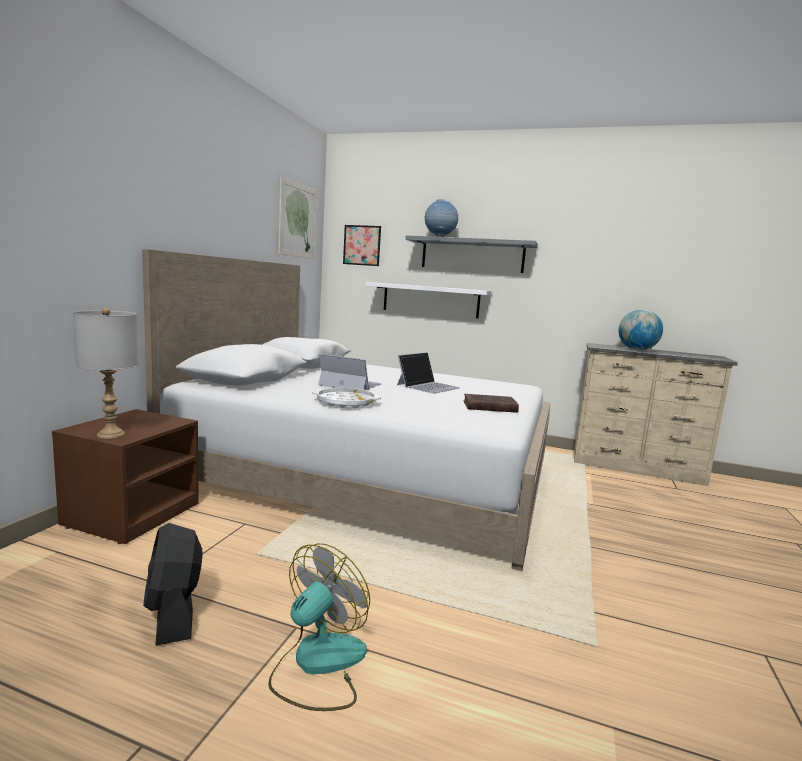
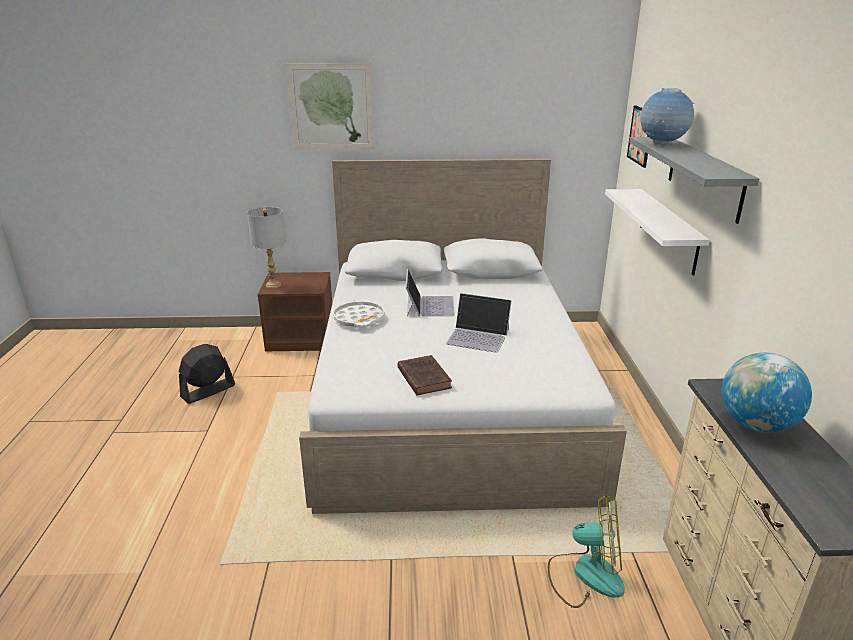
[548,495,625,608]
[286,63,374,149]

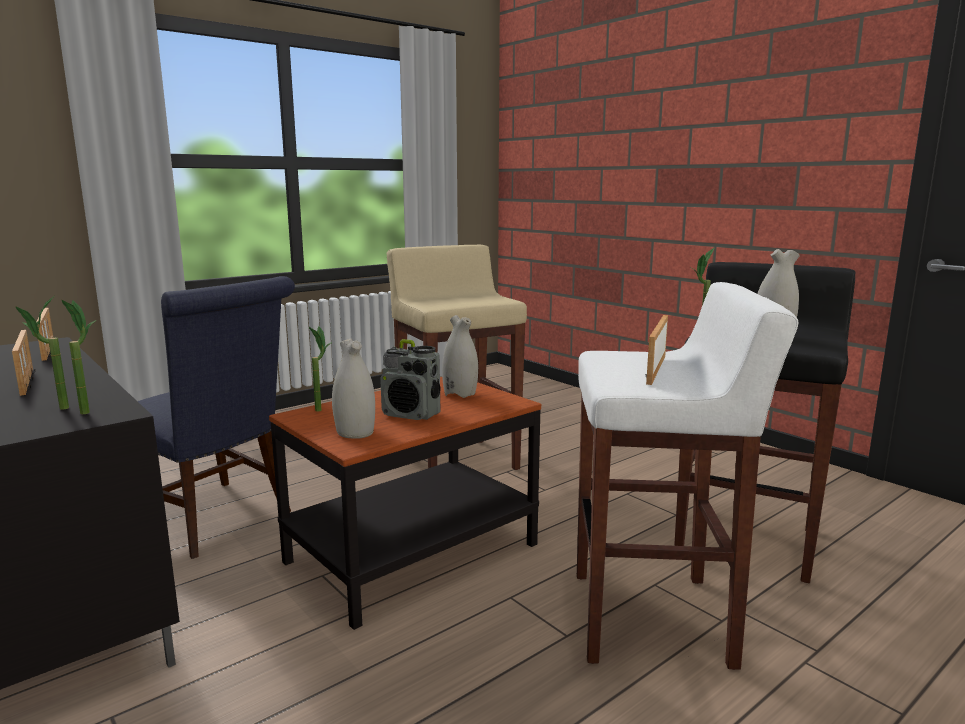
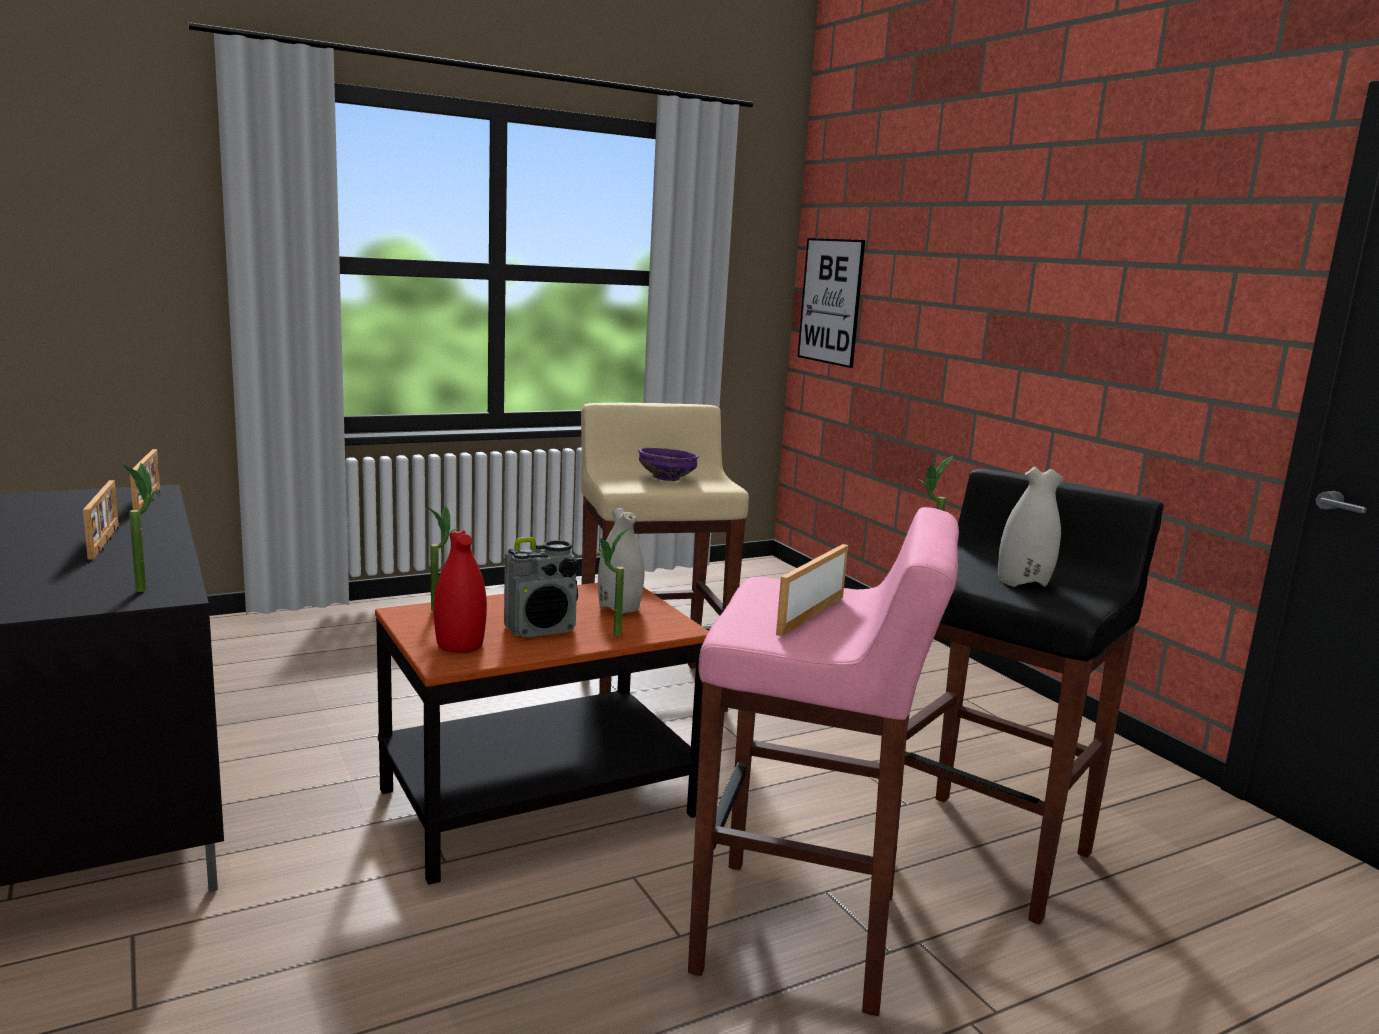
[138,276,295,559] (first image)
[639,448,699,481]
[798,238,865,368]
[597,528,629,636]
[433,530,487,653]
[688,507,959,1016]
[504,537,578,637]

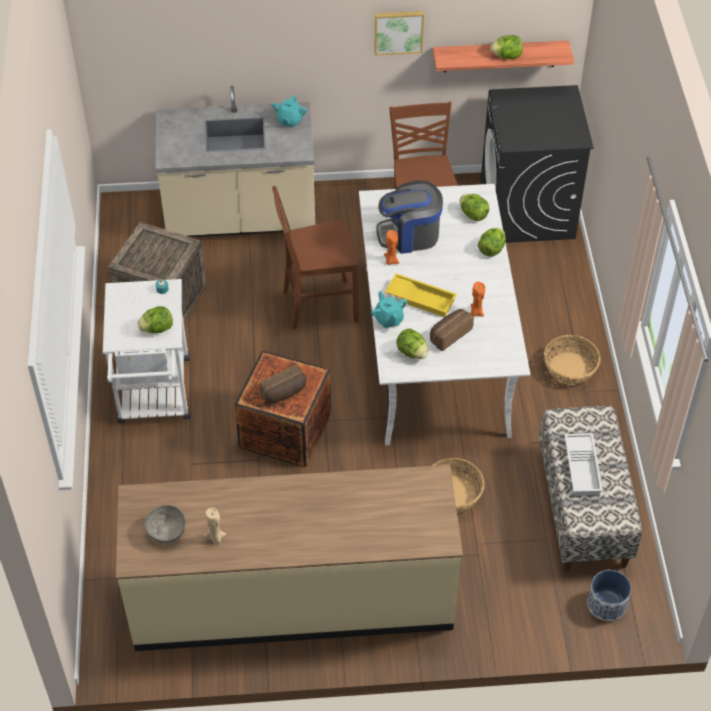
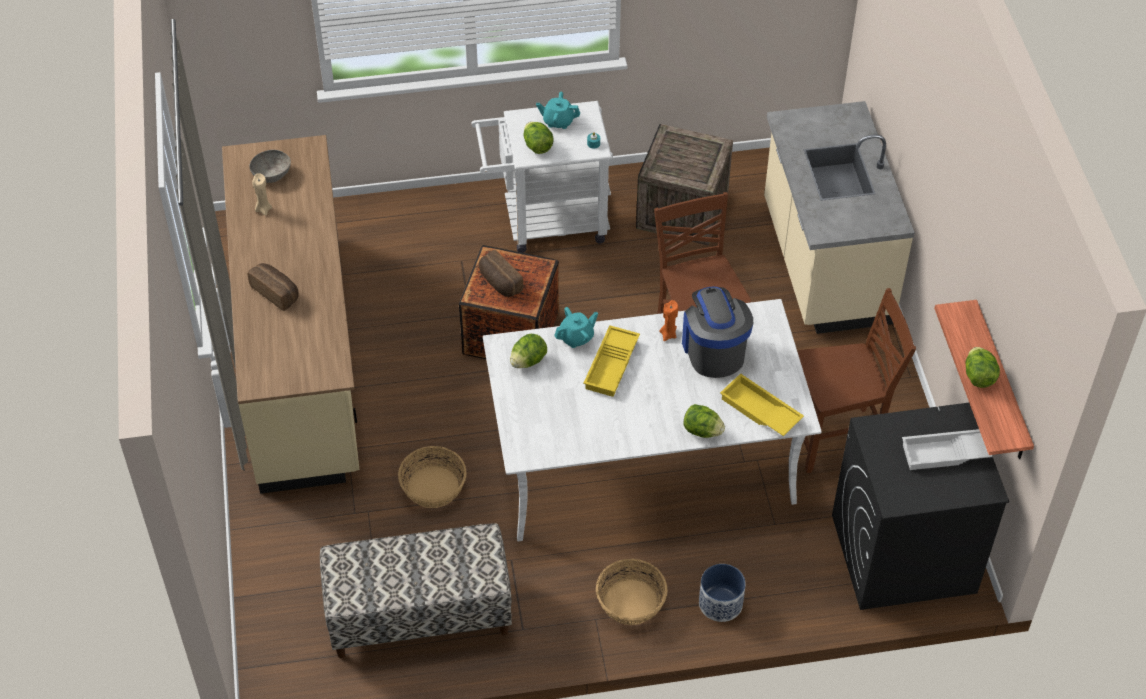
[374,11,424,56] (first image)
[470,282,485,317] (first image)
[536,92,580,129]
[248,263,299,311]
[902,429,993,470]
[699,564,746,622]
[720,373,804,436]

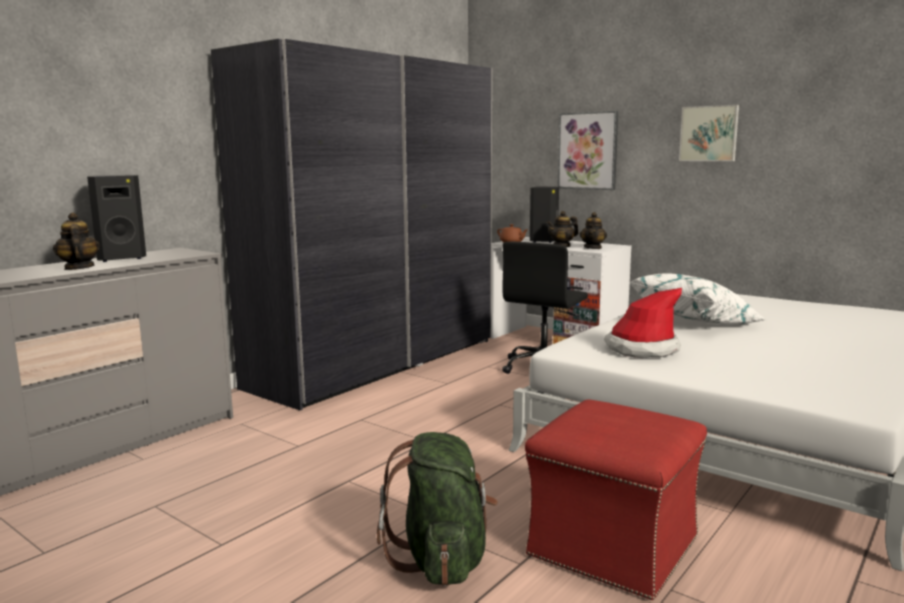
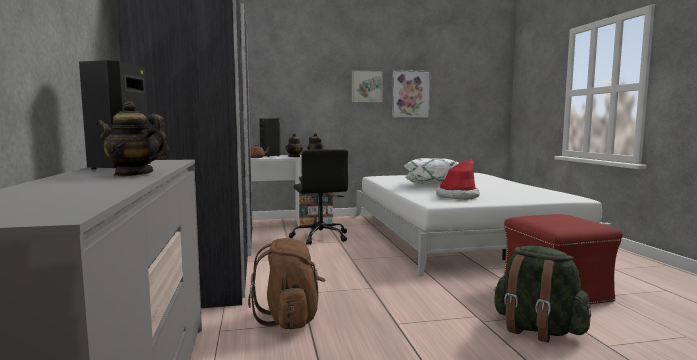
[248,238,325,330]
[392,70,431,118]

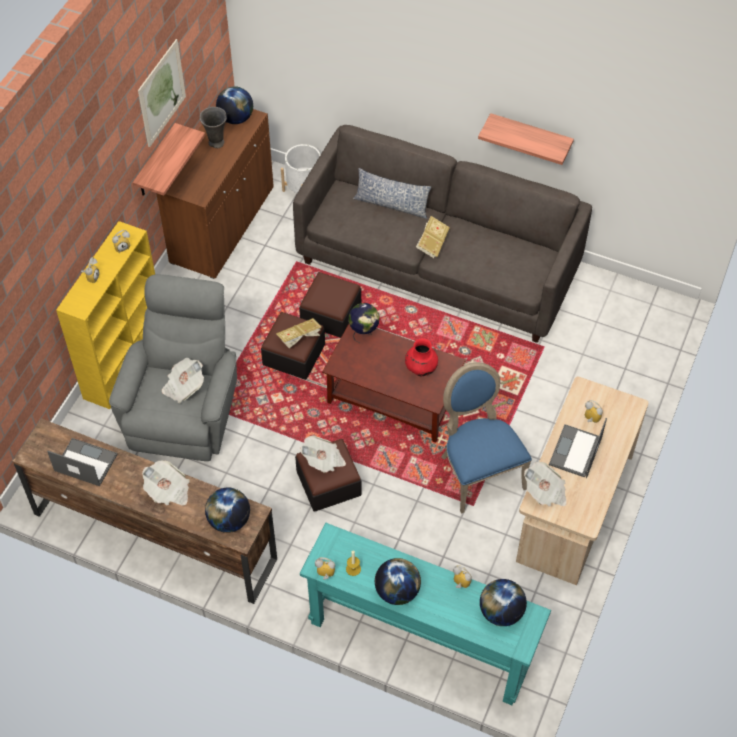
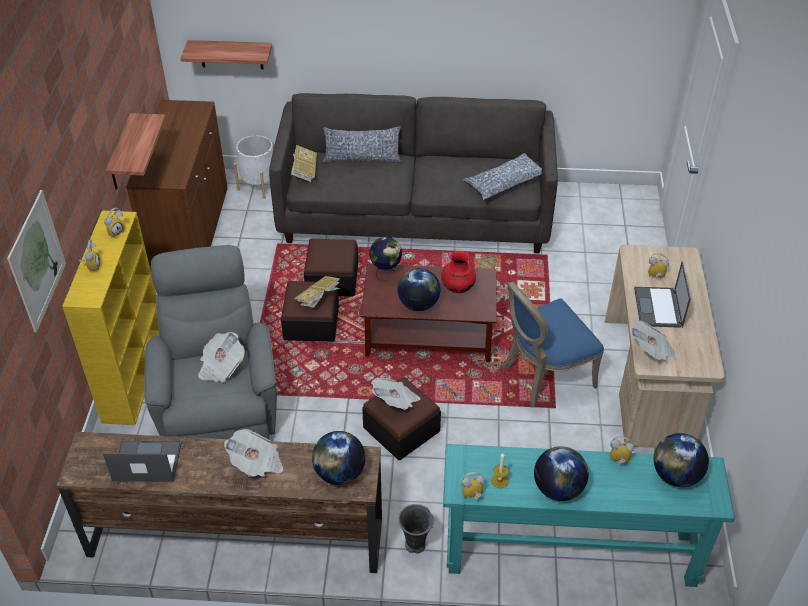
[463,153,542,201]
[7,190,66,333]
[398,504,434,554]
[397,268,440,311]
[291,145,317,182]
[181,40,272,69]
[502,281,604,407]

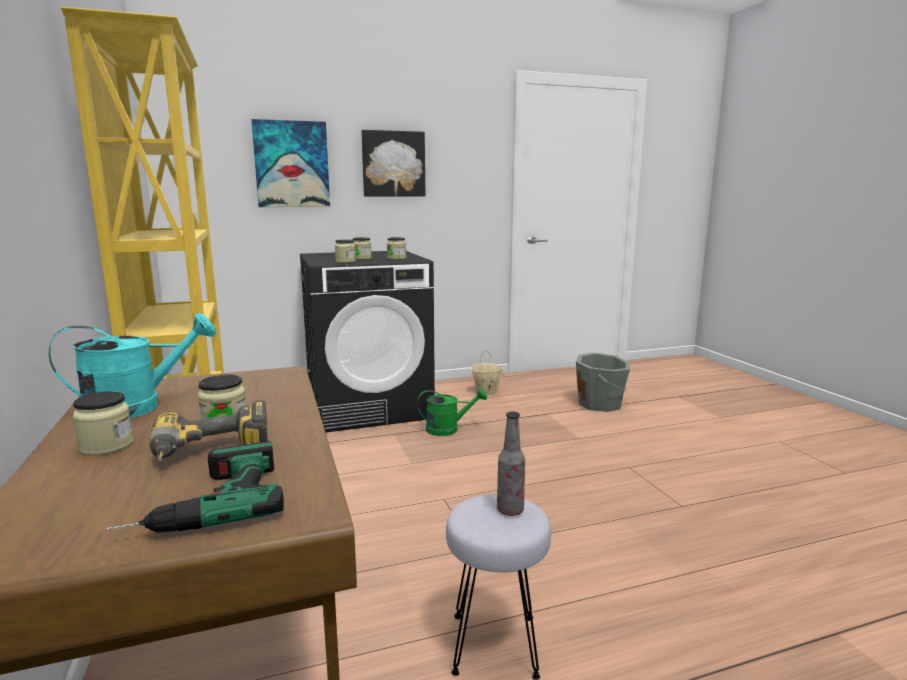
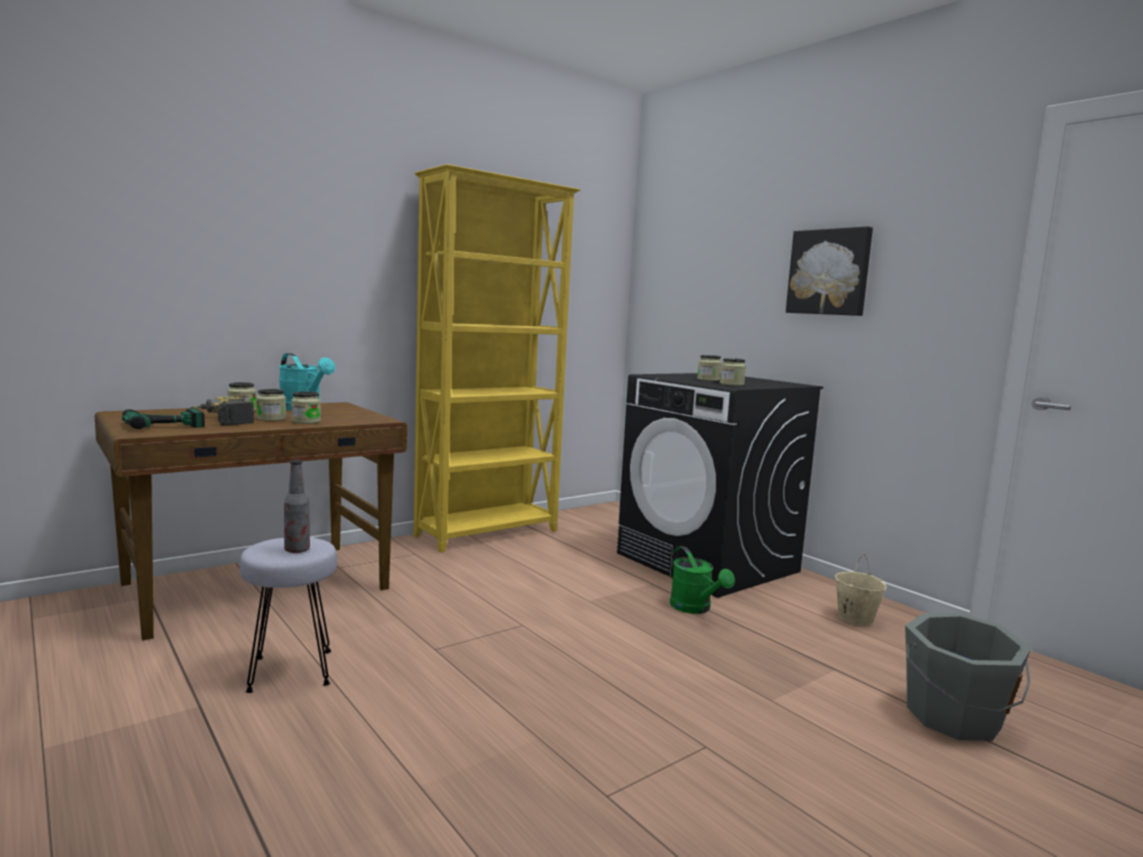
[251,119,330,207] (first image)
[291,391,321,424]

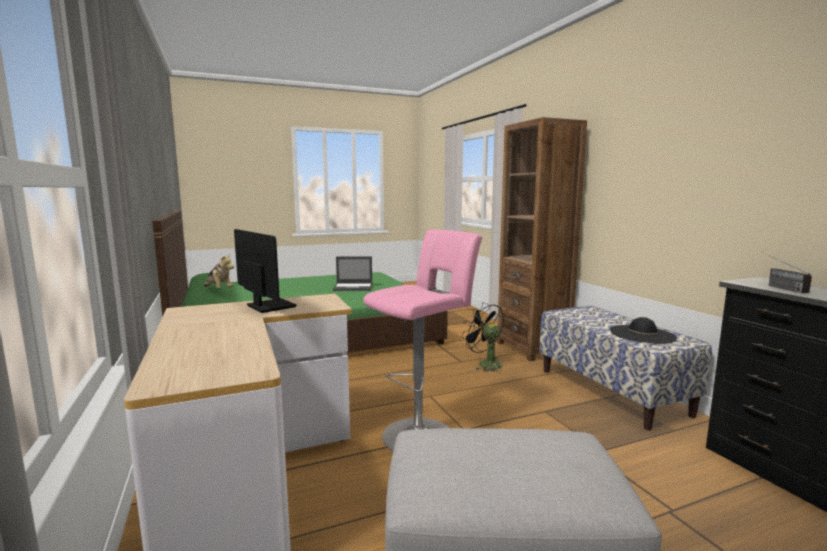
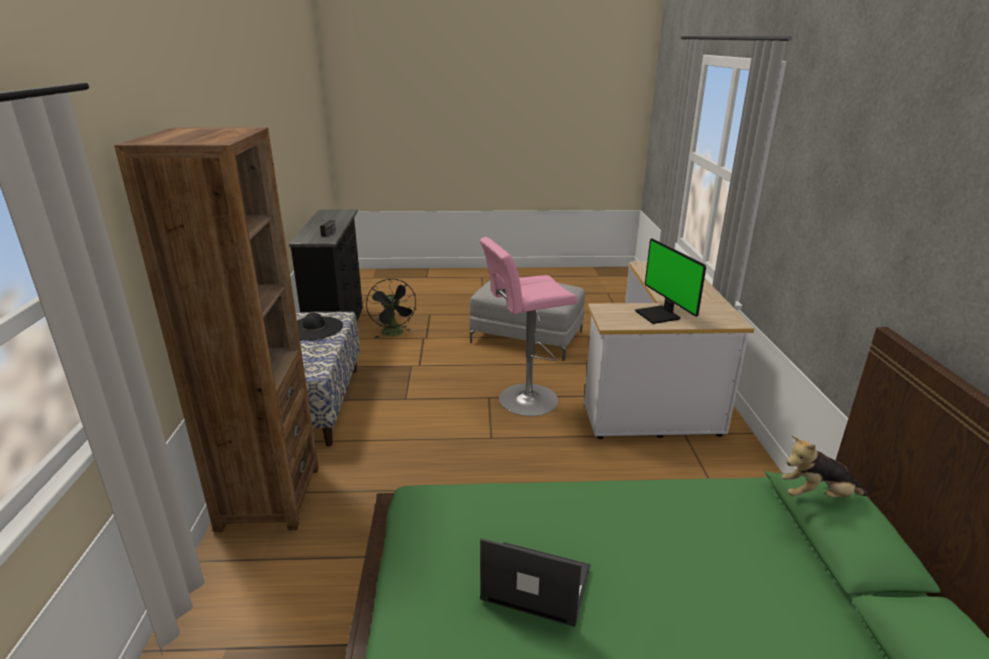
[366,279,417,338]
[782,436,868,497]

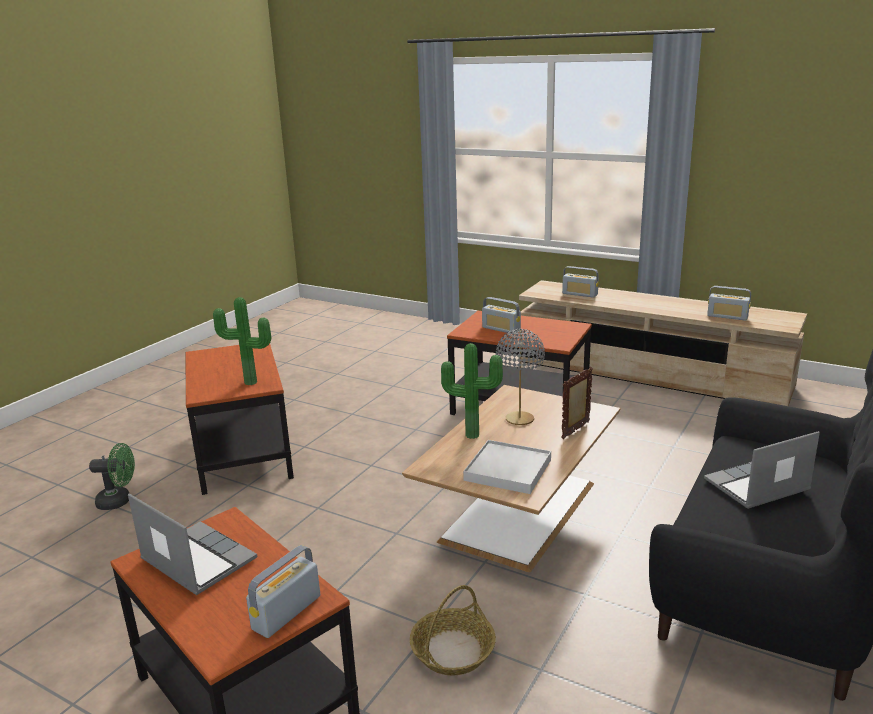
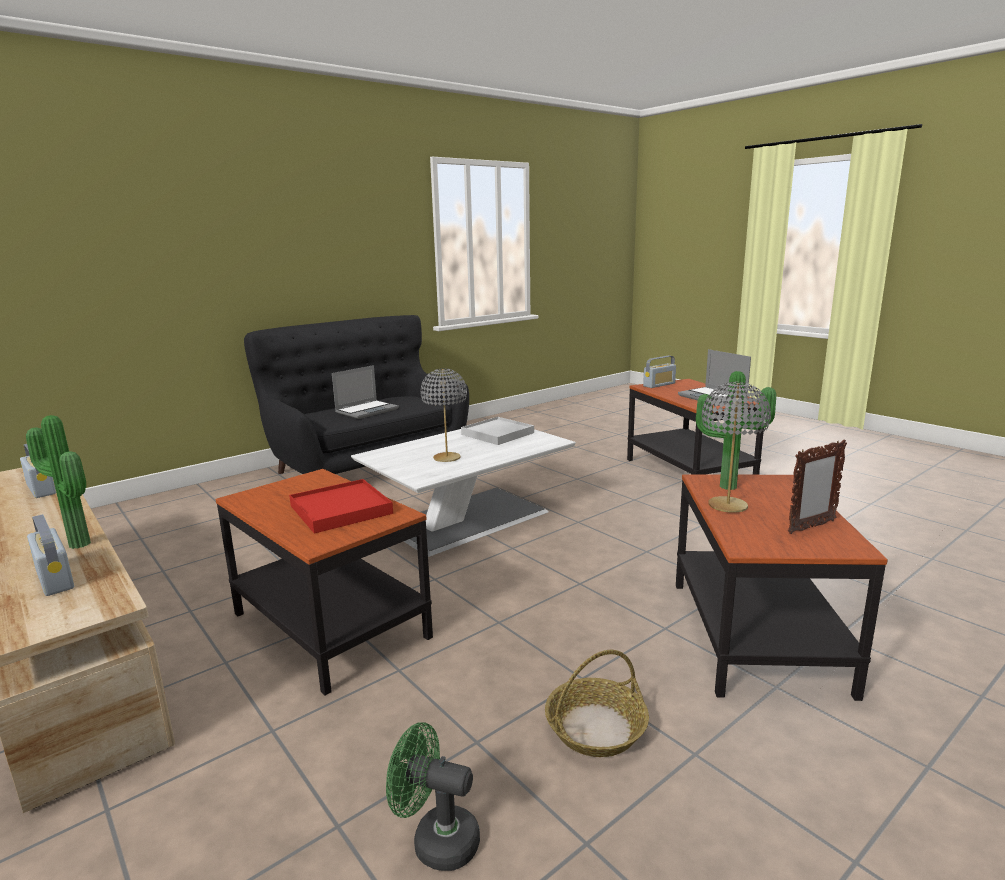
[702,382,771,513]
[386,722,480,871]
[545,650,649,757]
[26,415,91,549]
[788,440,847,534]
[289,479,393,534]
[351,429,576,557]
[332,365,399,419]

